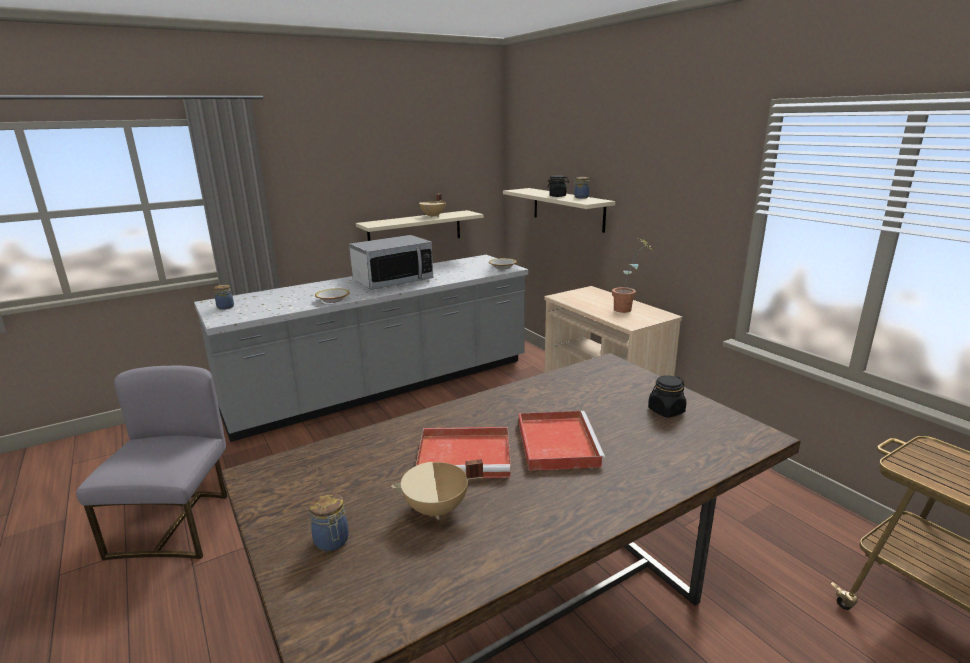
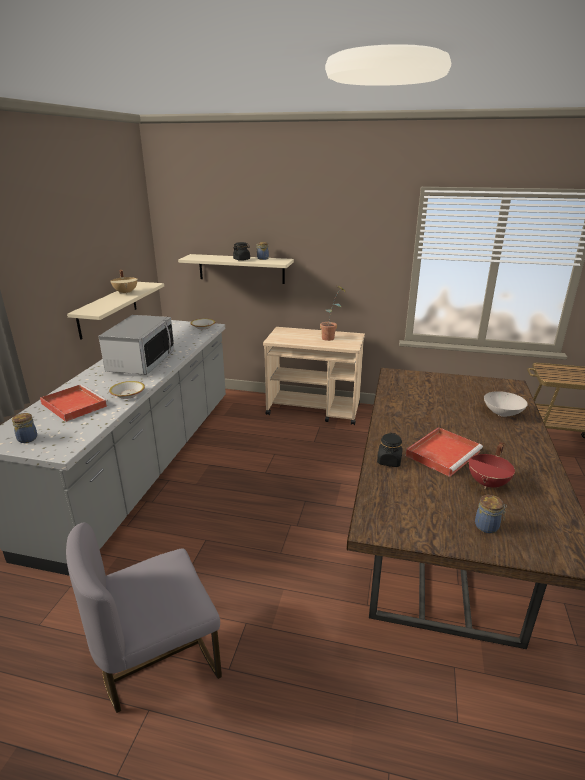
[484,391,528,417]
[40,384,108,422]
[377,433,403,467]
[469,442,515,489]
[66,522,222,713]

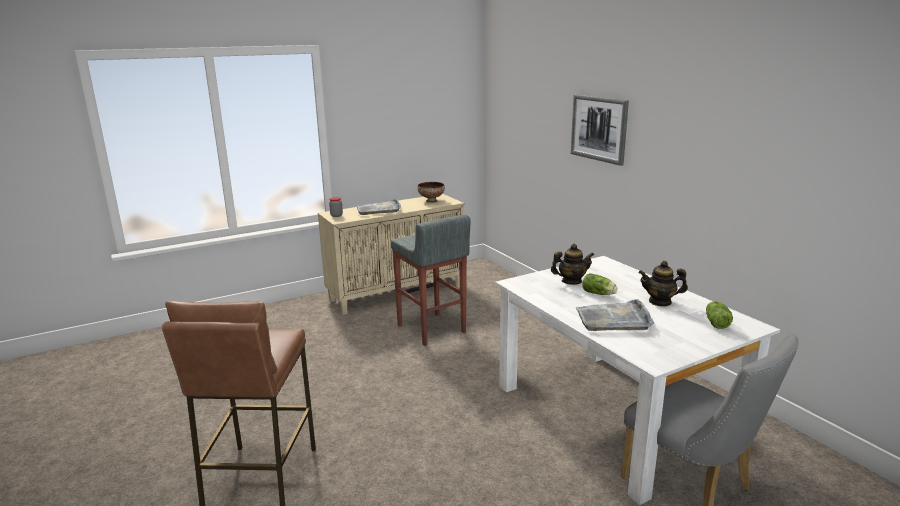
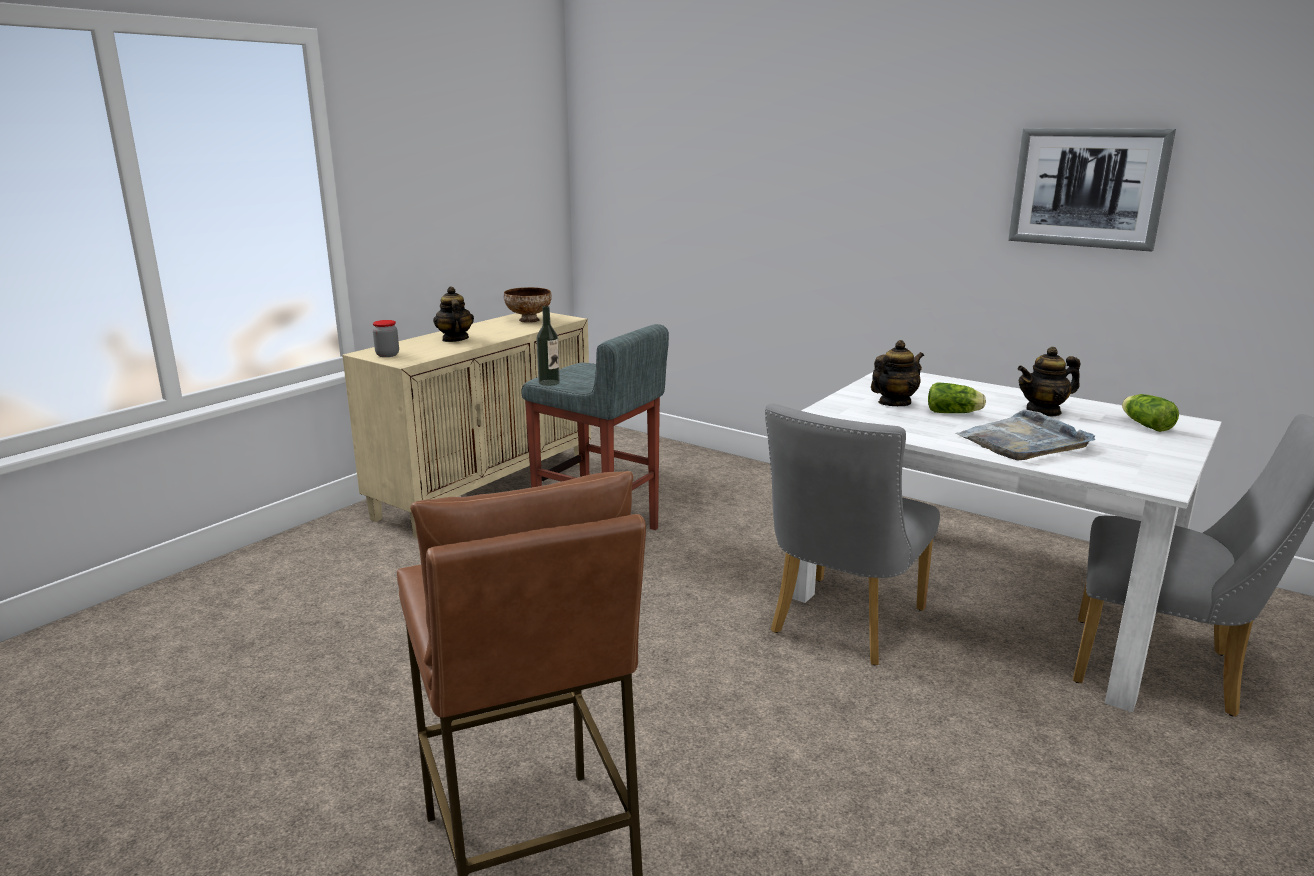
[536,306,560,386]
[765,403,940,665]
[1008,128,1176,251]
[433,286,474,342]

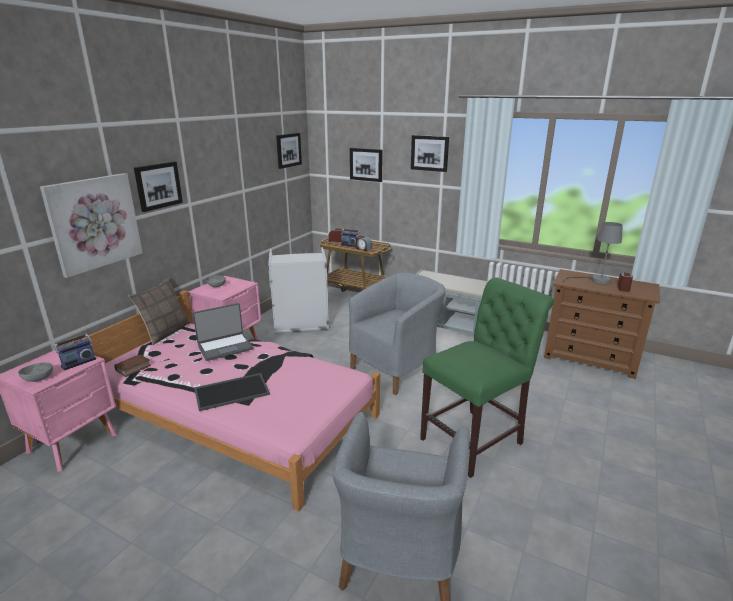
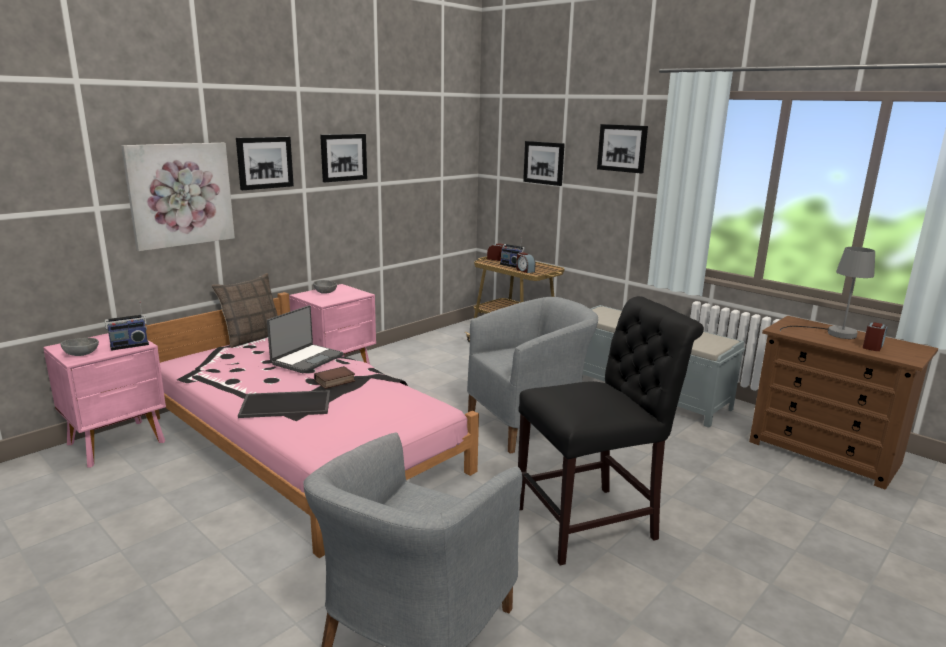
[268,247,329,333] (first image)
[314,366,355,389]
[320,134,367,182]
[518,296,704,566]
[267,305,344,373]

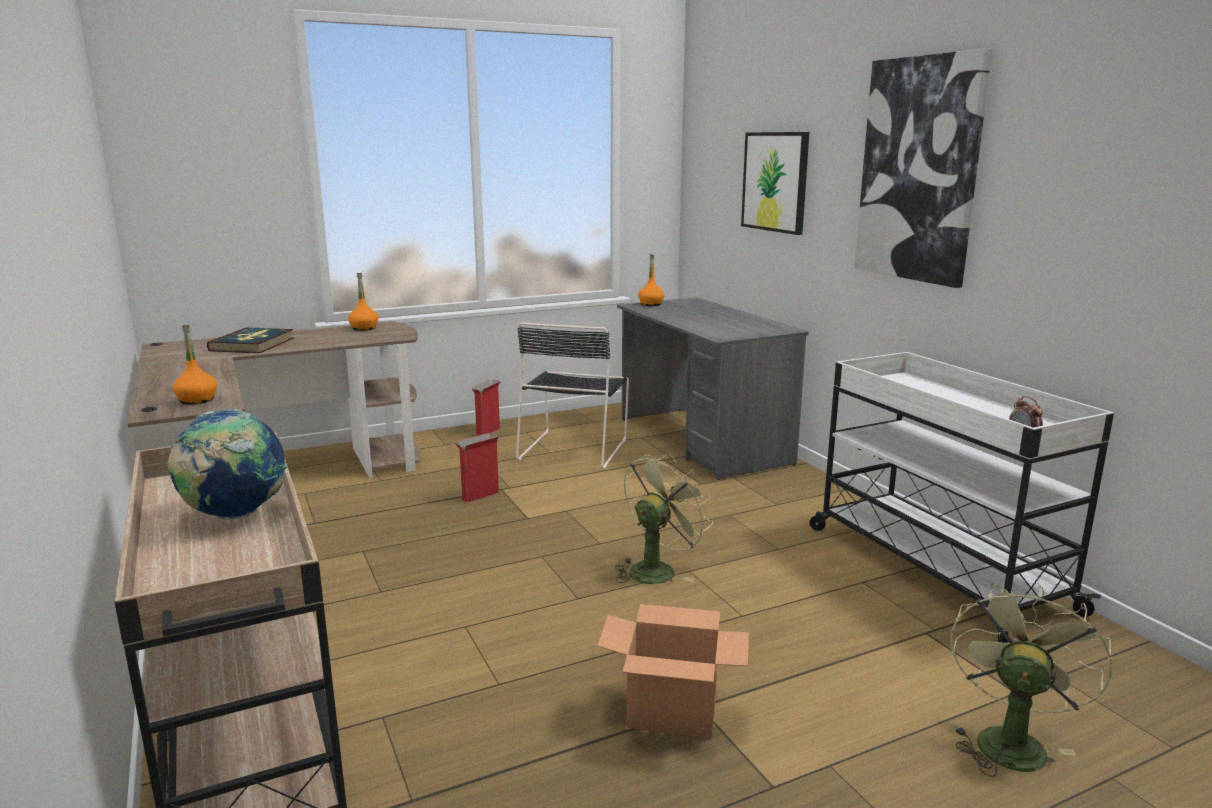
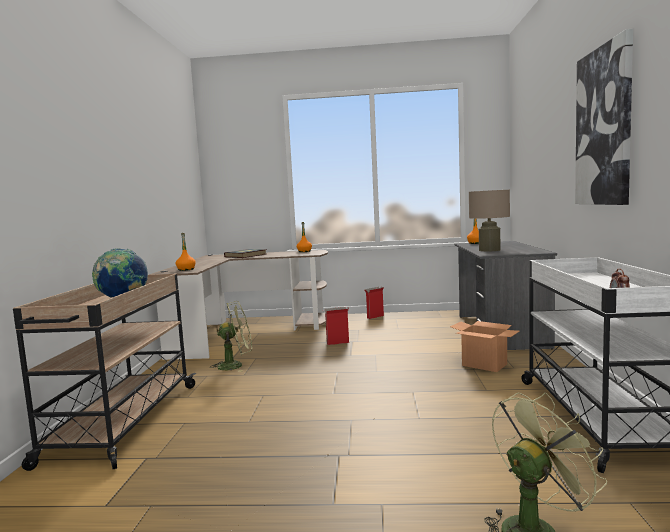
[516,322,629,469] (first image)
[741,132,809,235] (first image)
[469,190,510,251]
[450,321,519,372]
[210,301,252,372]

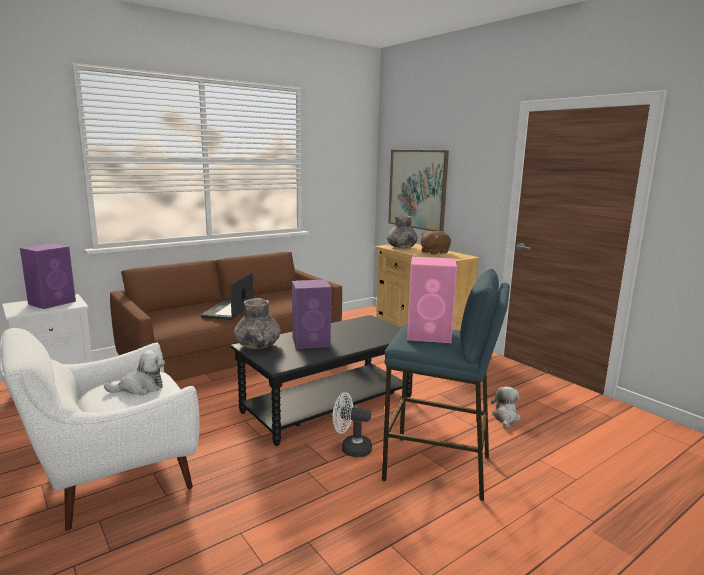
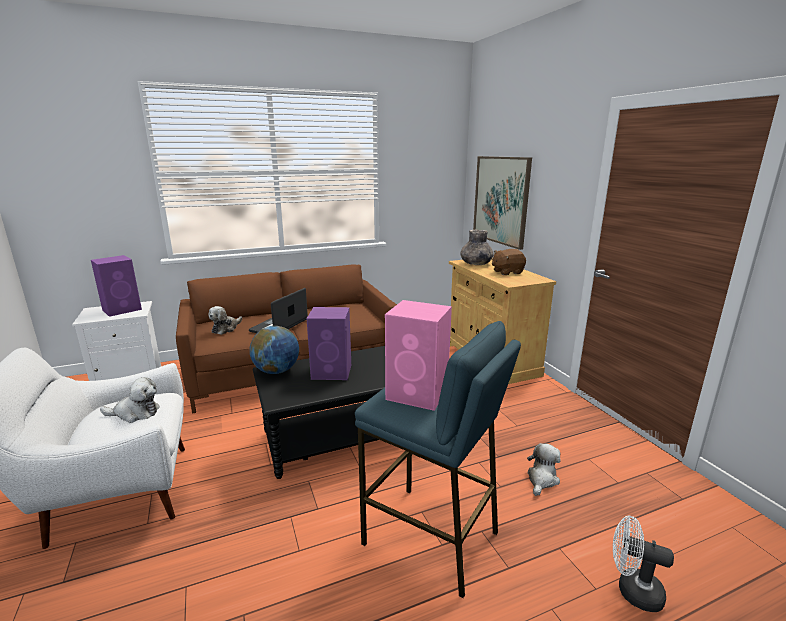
[208,306,242,335]
[613,516,674,612]
[250,326,299,374]

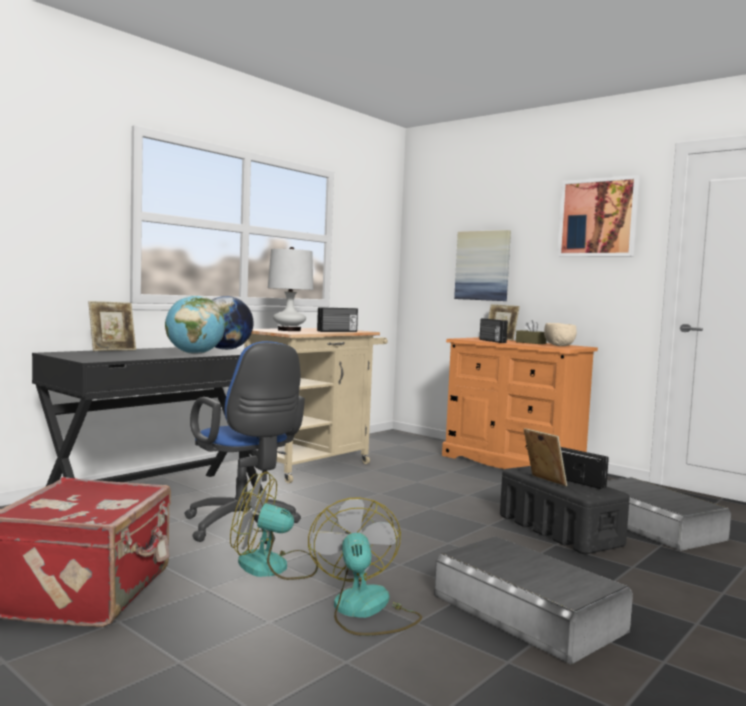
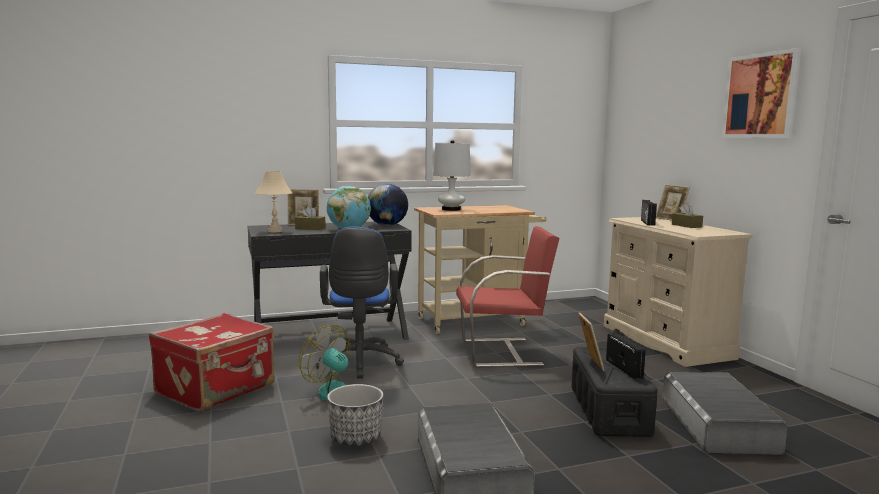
[317,307,358,332] (first image)
[454,230,511,301] (first image)
[544,323,577,346] (first image)
[255,171,292,232]
[295,206,326,230]
[456,226,559,367]
[327,384,383,446]
[604,217,752,367]

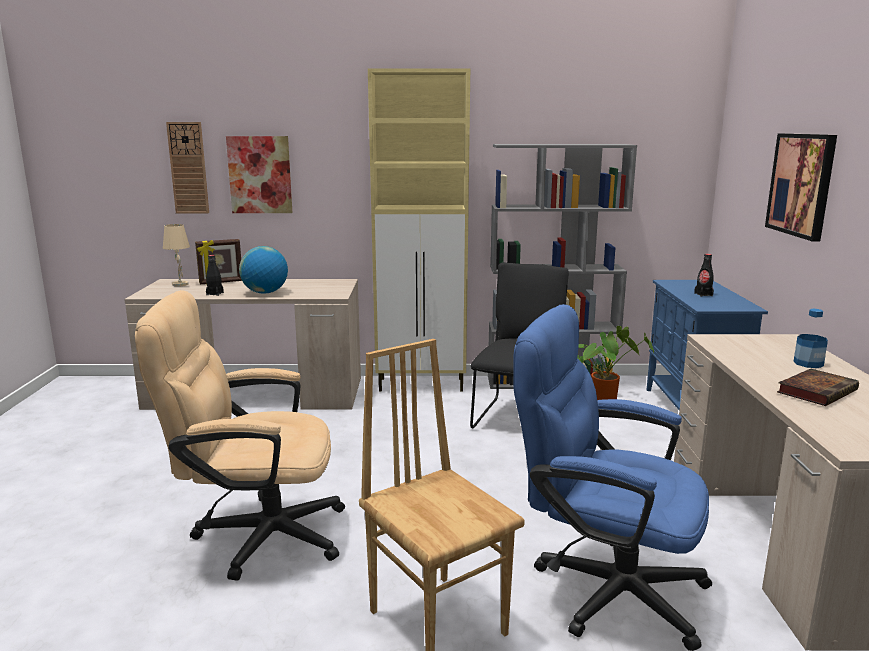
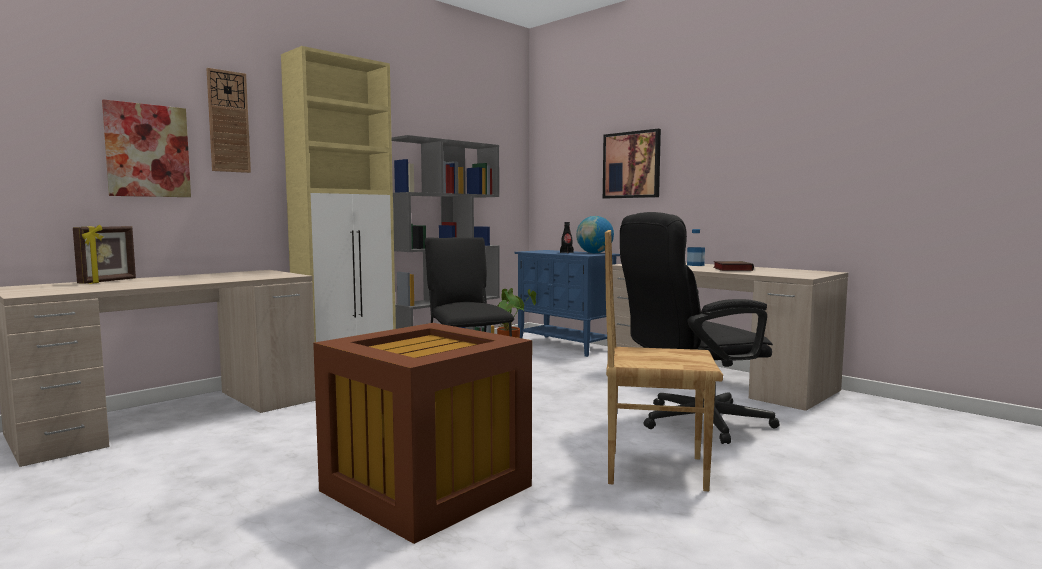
[163,224,190,287] (first image)
[206,255,224,296] (first image)
[206,68,251,173]
[576,216,614,253]
[313,323,532,544]
[620,212,779,444]

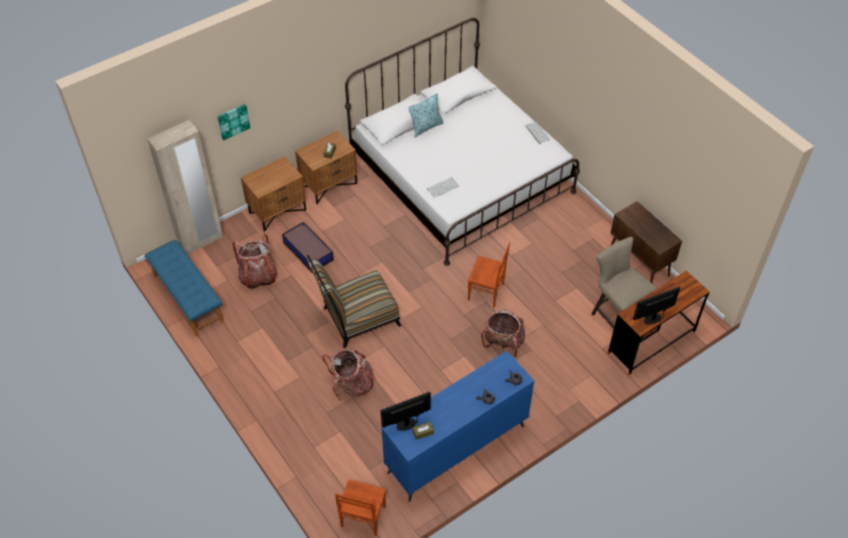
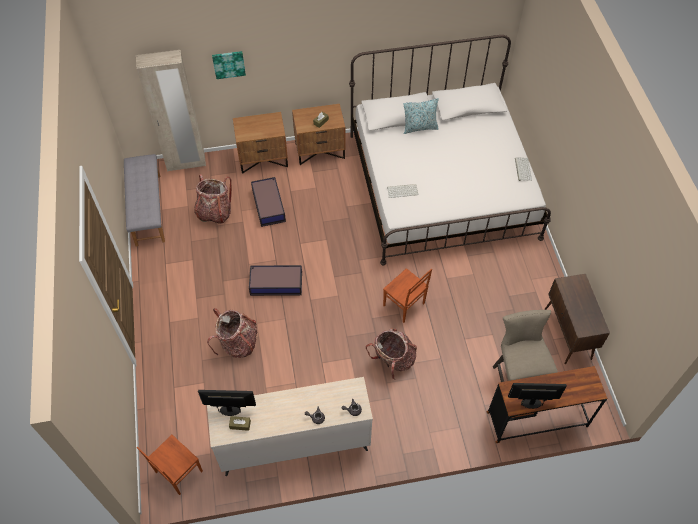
[249,265,302,296]
[124,154,165,247]
[207,377,373,476]

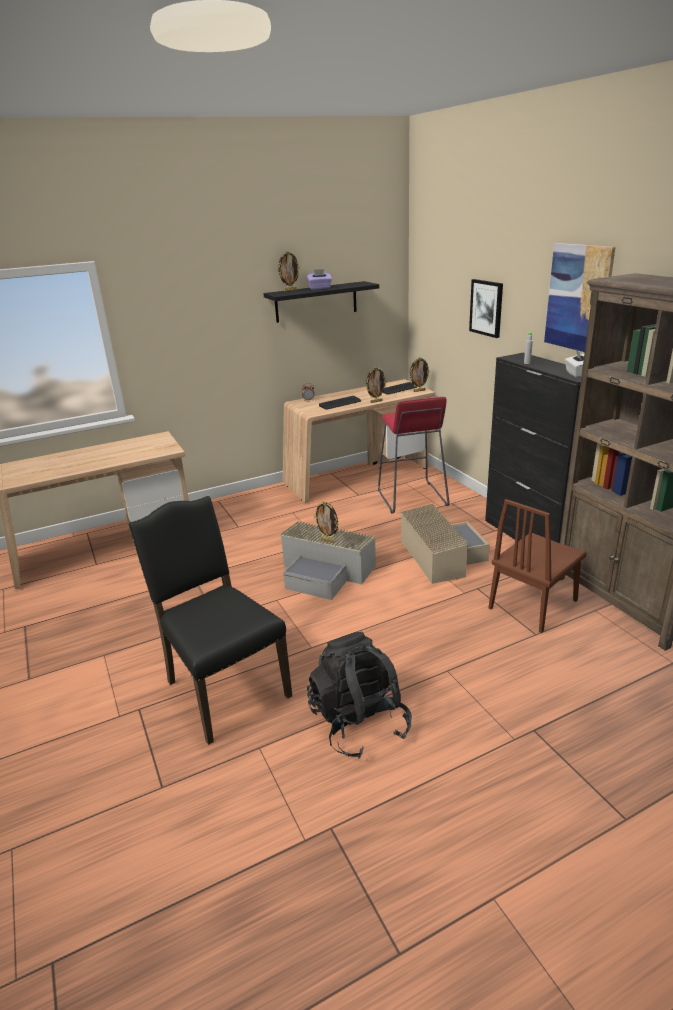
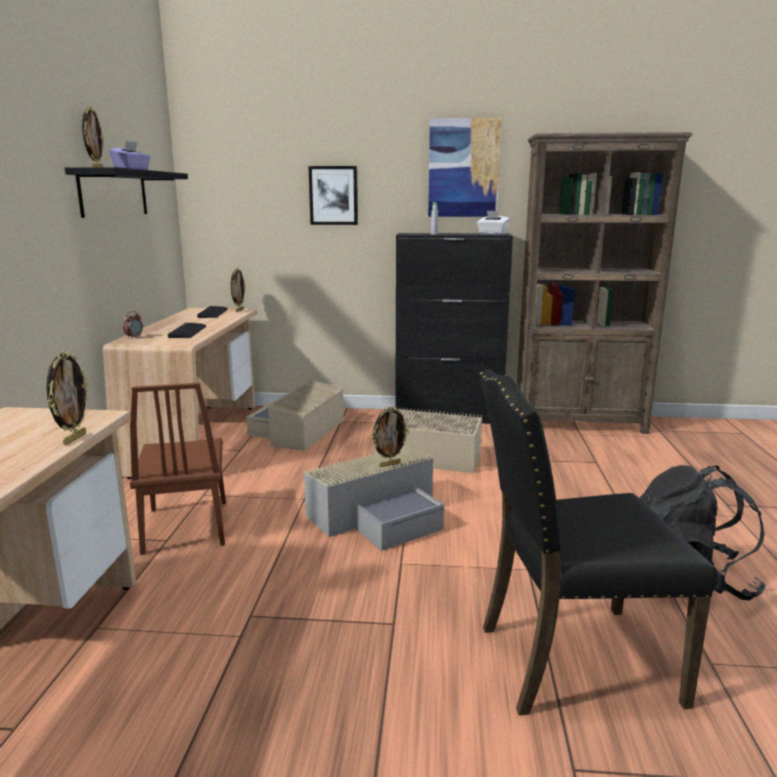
[46,350,89,445]
[130,383,226,555]
[246,380,344,451]

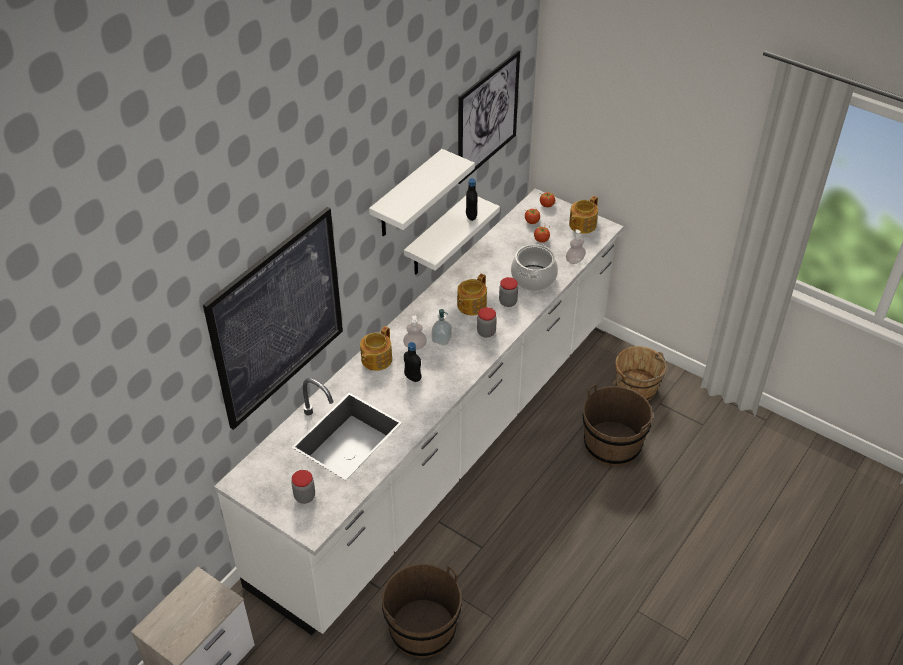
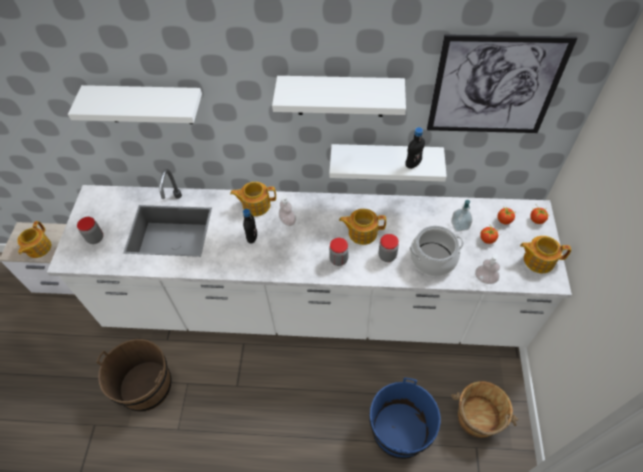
[17,221,51,258]
[451,200,472,232]
[68,85,202,124]
[369,377,441,459]

